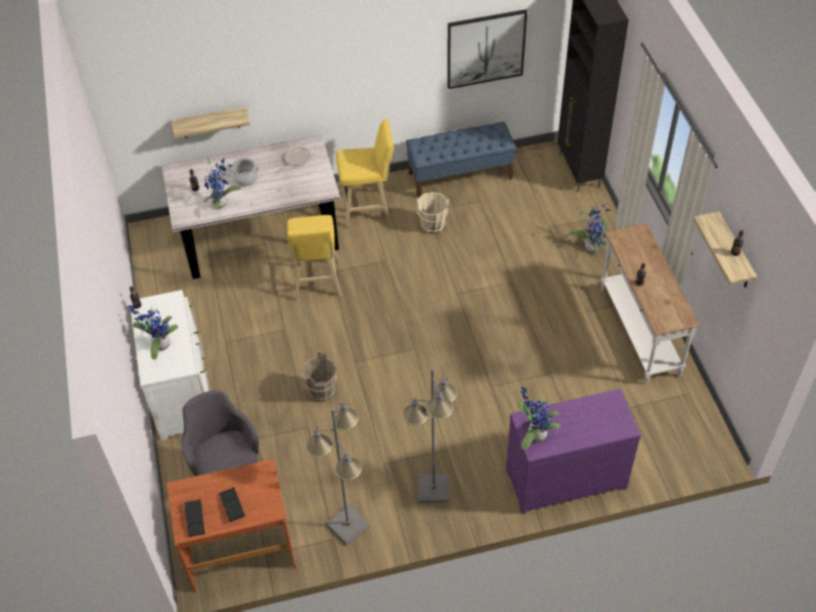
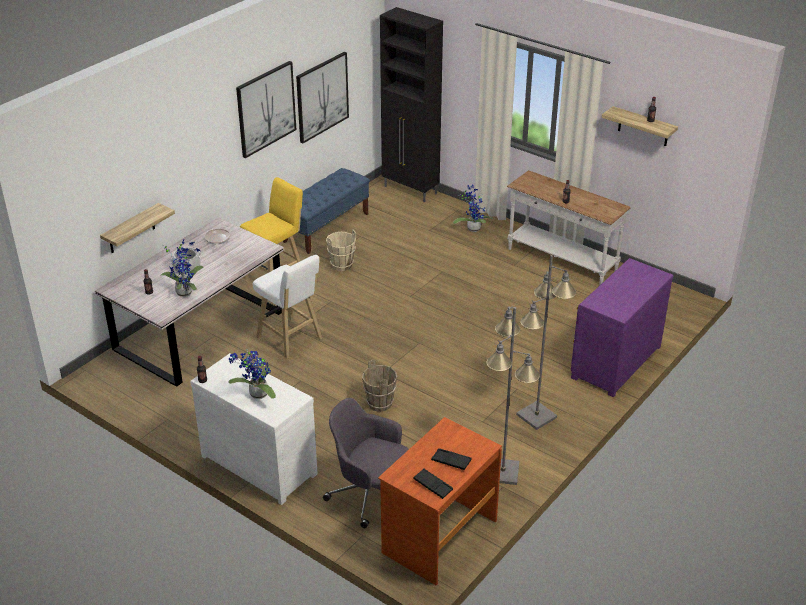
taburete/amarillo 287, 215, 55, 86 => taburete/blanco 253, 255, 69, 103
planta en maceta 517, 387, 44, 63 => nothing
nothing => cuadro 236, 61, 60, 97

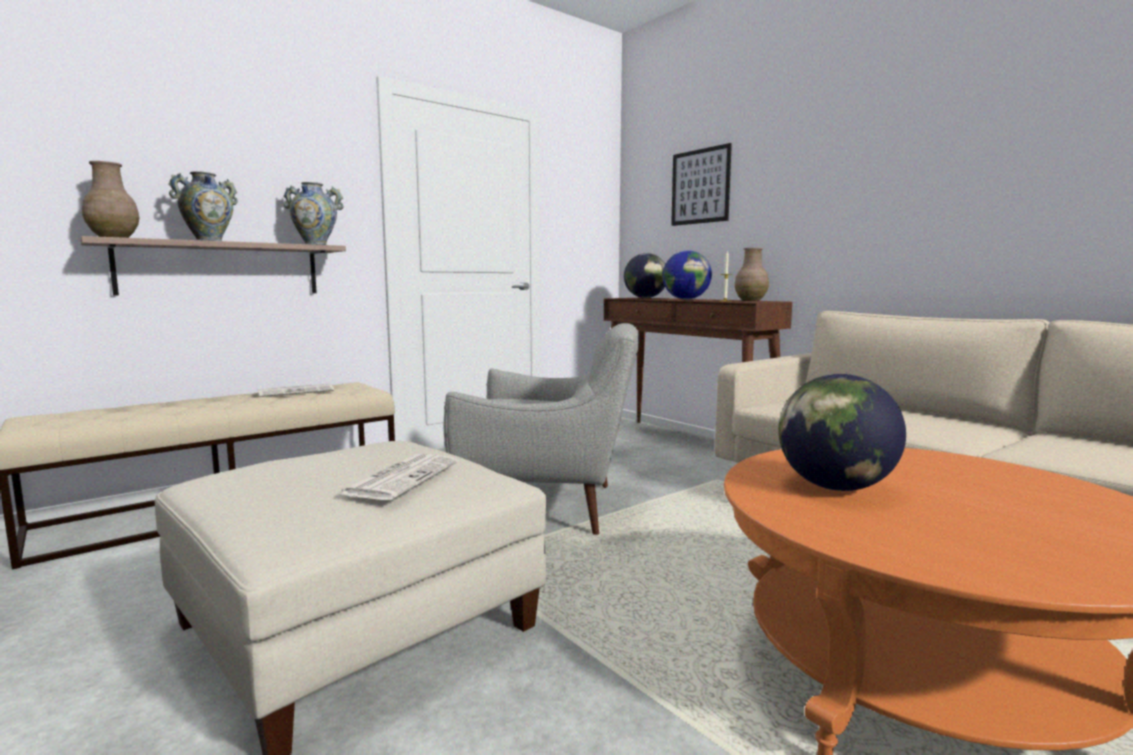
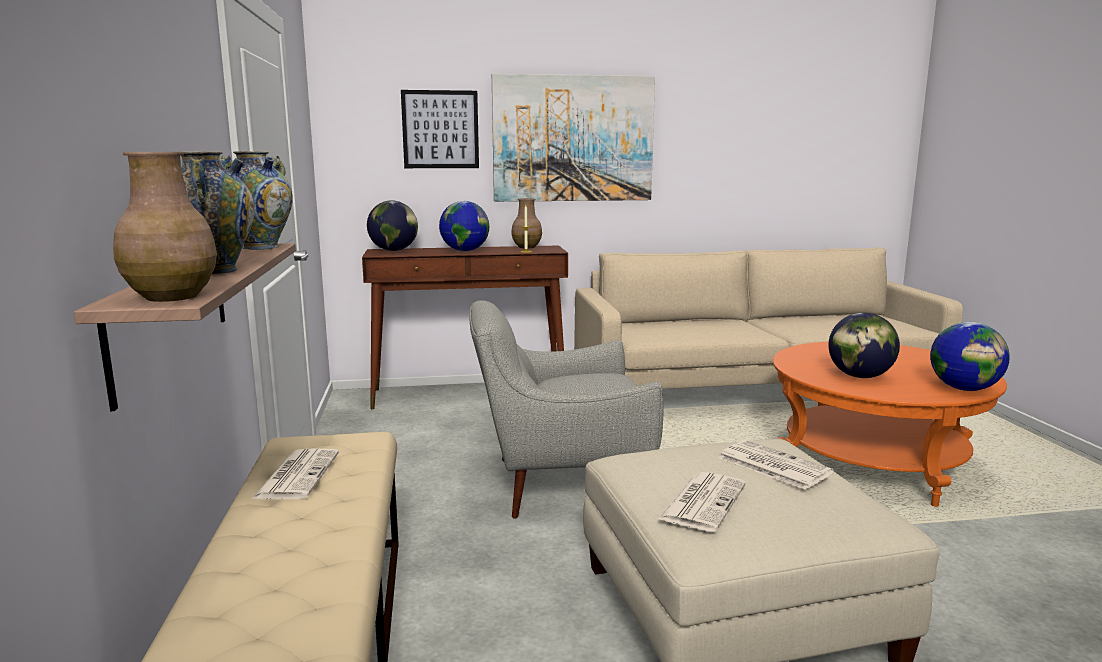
sillón/gris 444, 323, 196, 212 => sillón/gris 469, 300, 195, 219, 135 degrees counterclockwise
nothing => cuadro 492, 74, 163, 128
nothing => periódico 657, 472, 89, 60
nothing => globo terráqueo 930, 322, 80, 69

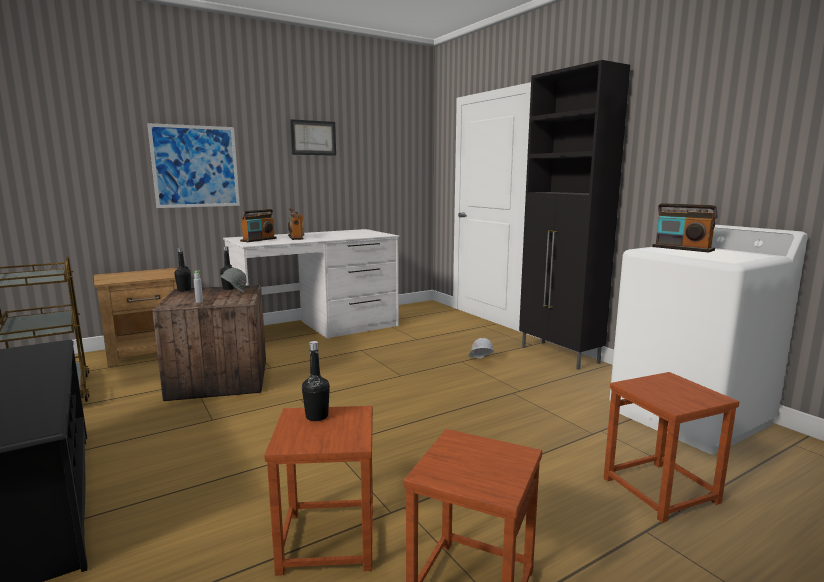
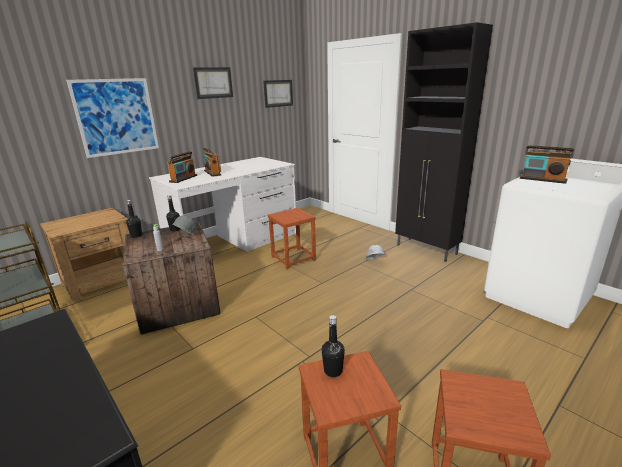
taburete/marrón 604, 372, 135, 151 => taburete/marrón 268, 208, 48, 61, move
nothing => cuadro 263, 80, 30, 28

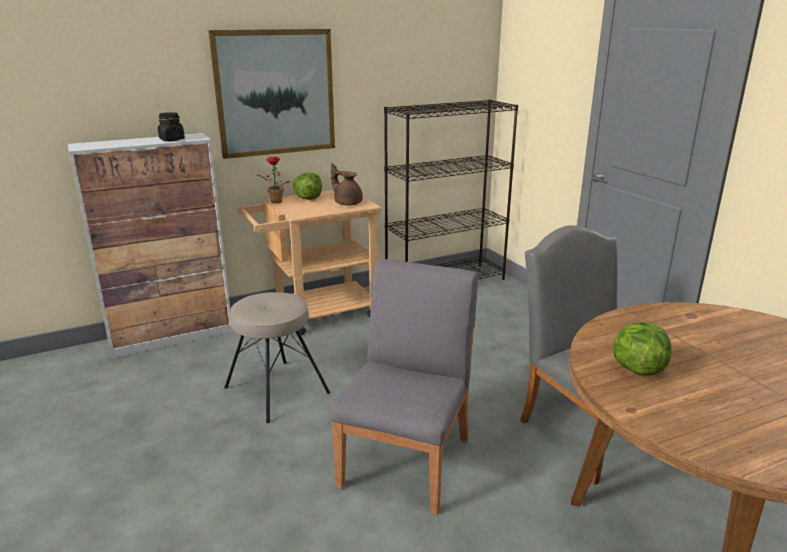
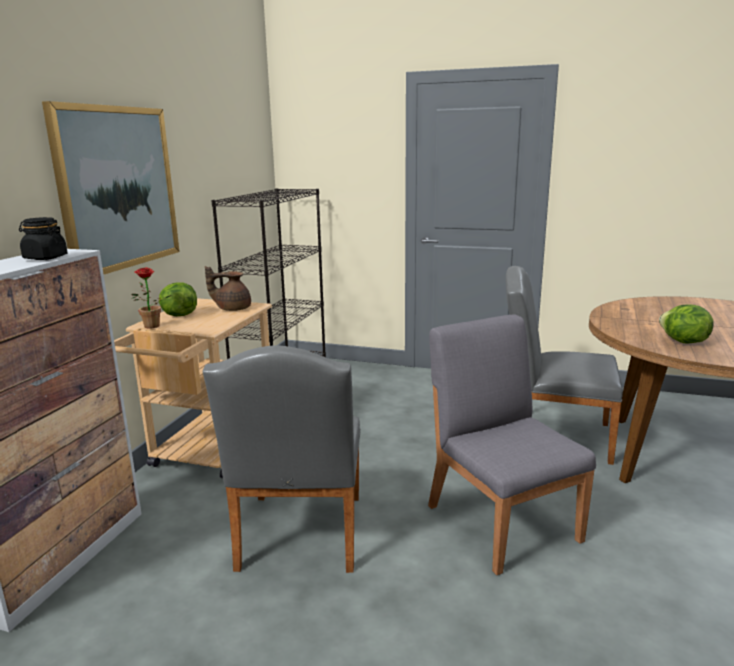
taburete/beis 224, 292, 106, 131 => silla/gris 203, 345, 158, 228

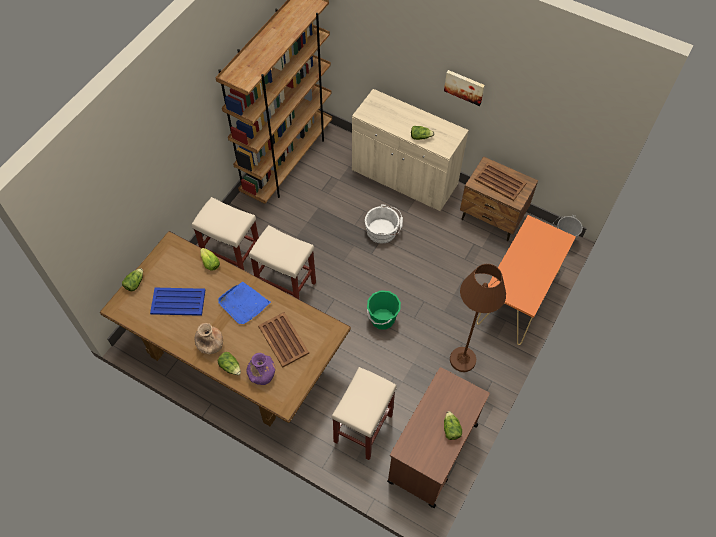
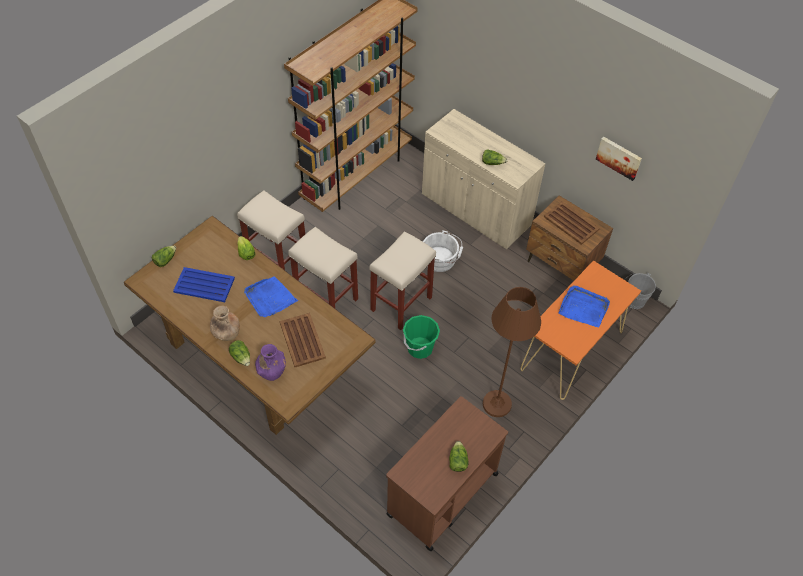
taburete/beis 332, 367, 65, 93 => taburete/beis 369, 231, 67, 99, move
cuadro 444, 70, 41, 36 => cuadro 596, 137, 46, 44, move
nothing => bandeja/azul 559, 285, 51, 42

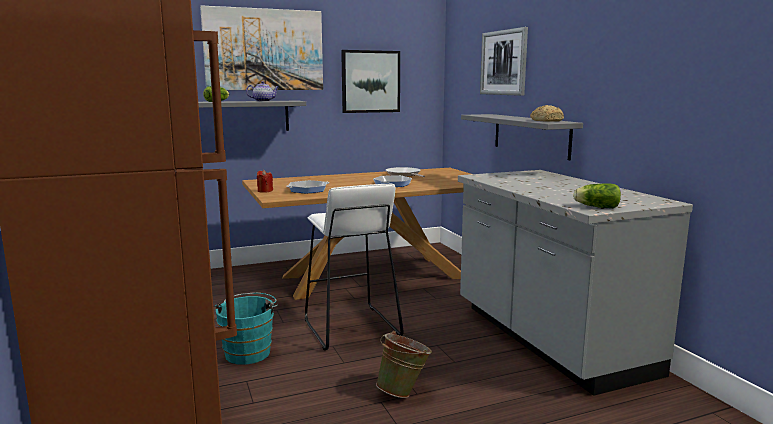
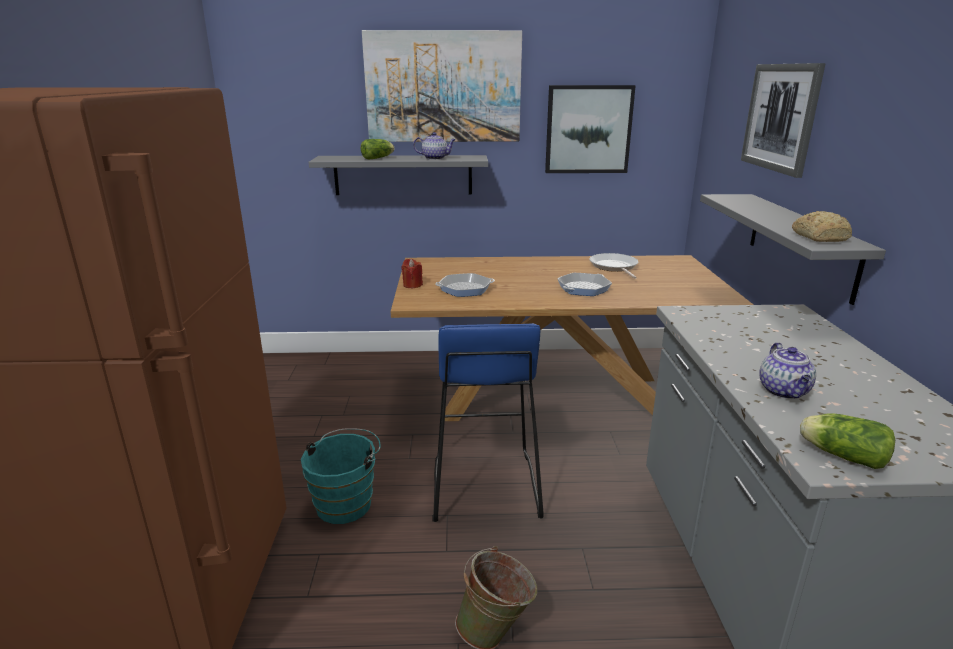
taburete/blanco 305, 183, 99, 167 => taburete/azul 432, 323, 112, 199
nothing => tetera 759, 342, 57, 57

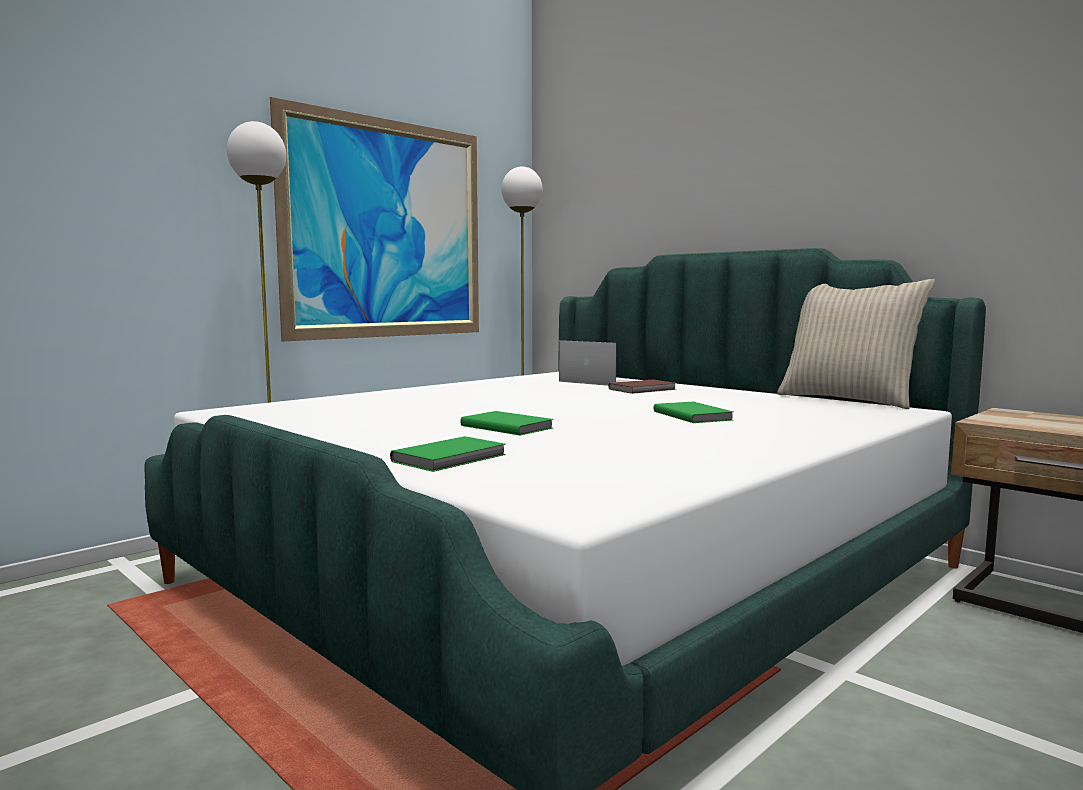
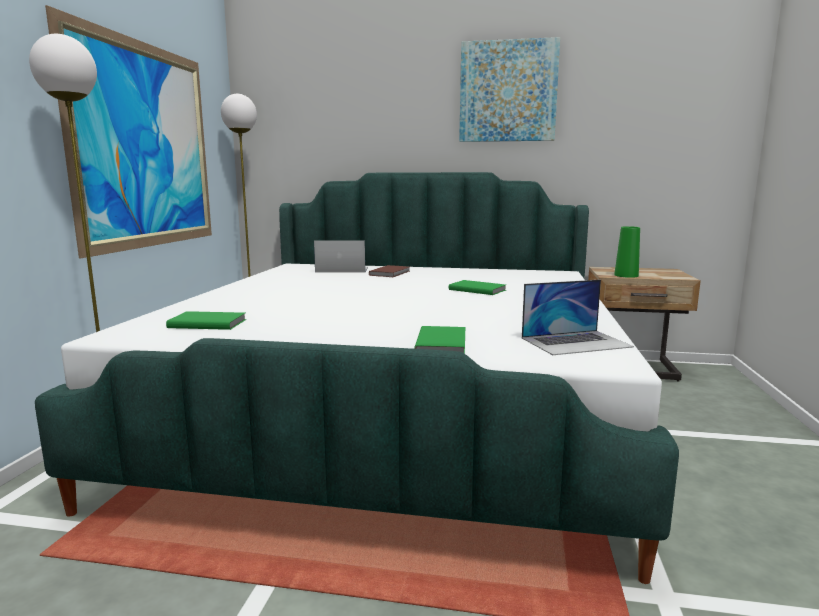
libro/verde 460, 411, 93, 25 => libro/verde 166, 311, 80, 19, move
cojín/beis 777, 279, 158, 130 => nothing
nothing => cuadro 459, 37, 101, 105
nothing => portátil 522, 279, 112, 76
nothing => florero/verde 614, 226, 26, 52

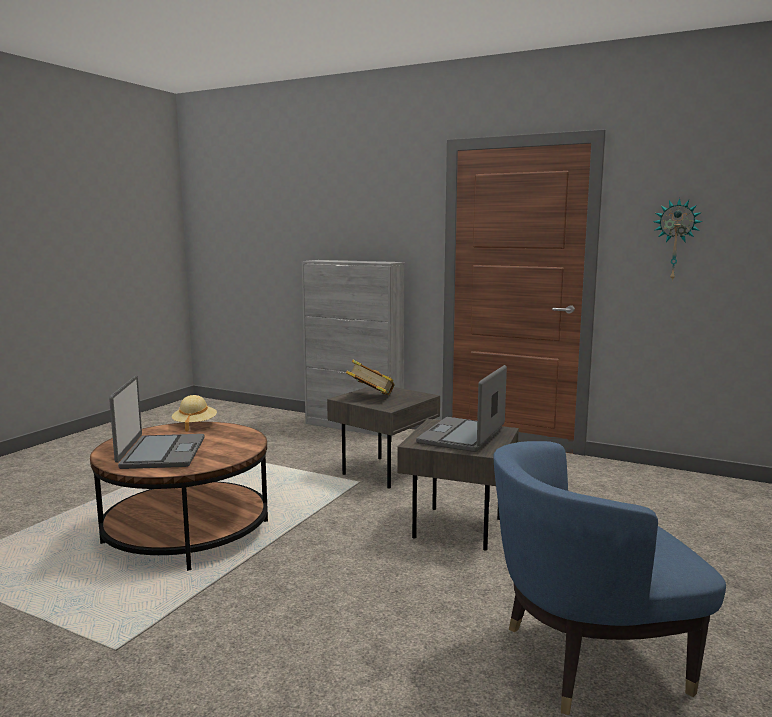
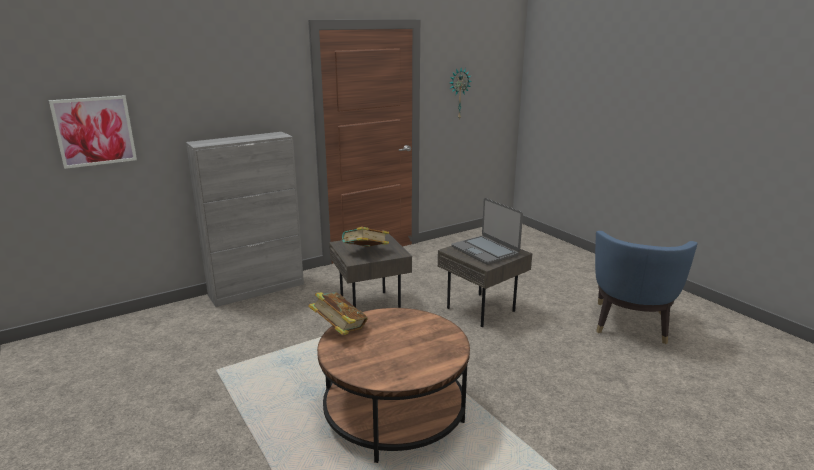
portátil 109, 375, 95, 94 => nothing
sombrero/beis 172, 395, 45, 37 => libro 308, 292, 60, 43
nothing => cuadro 49, 95, 88, 74

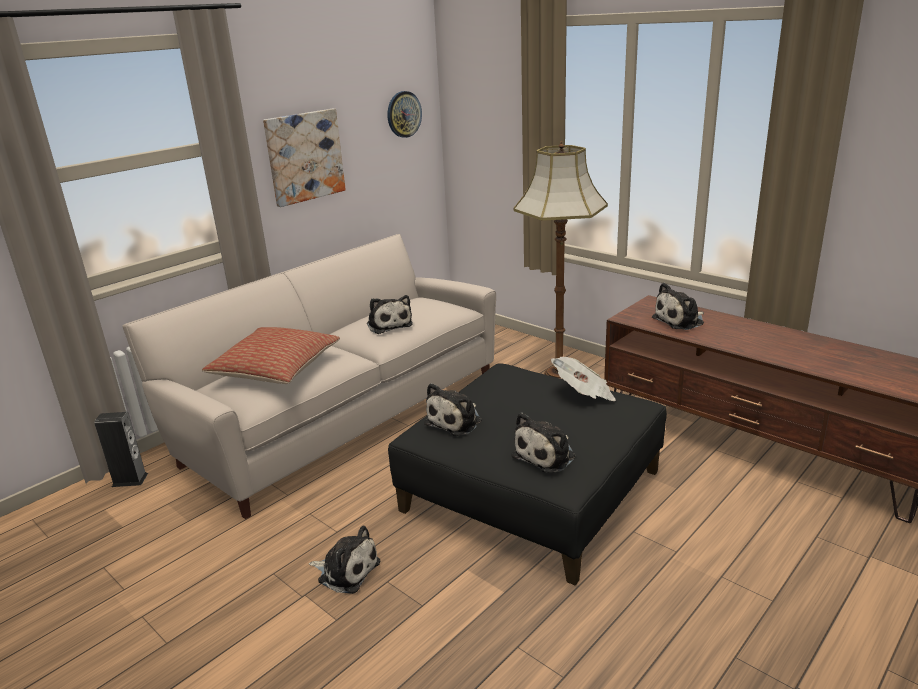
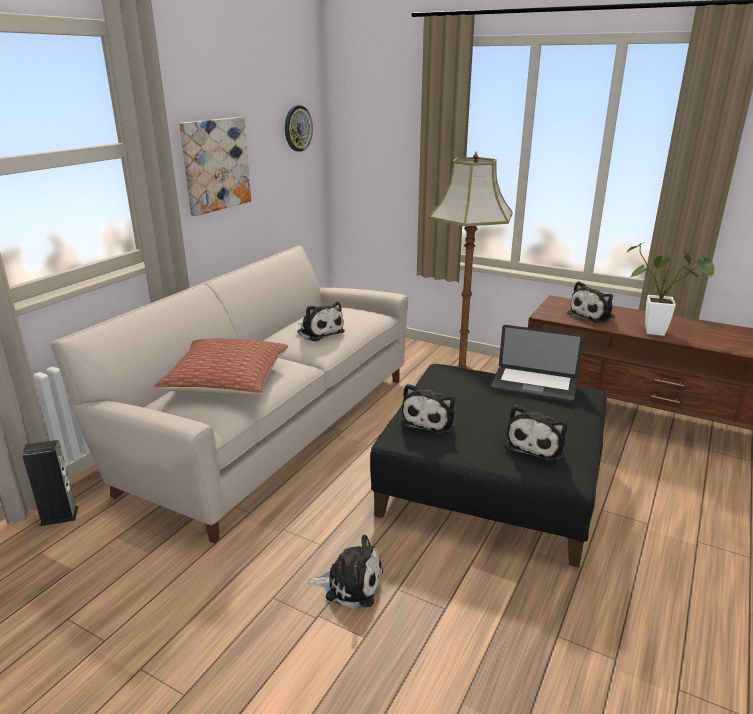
periódico 551, 357, 65, 44 => portátil 491, 325, 93, 78
nothing => planta en maceta 627, 243, 88, 93

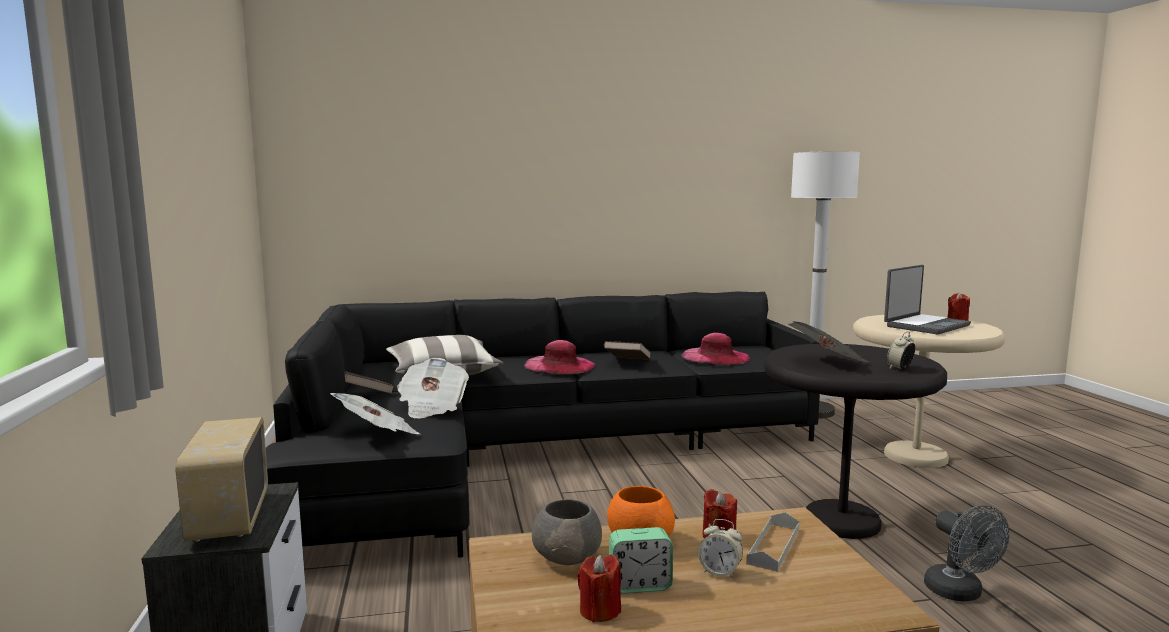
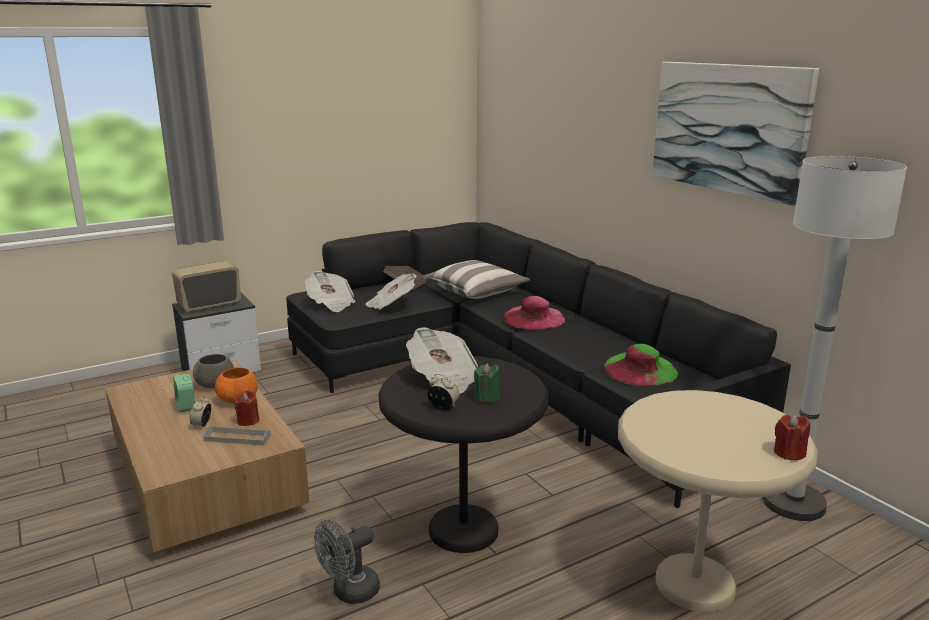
vela/rojo 577, 555, 44, 67 => nothing
libro/marrón 604, 341, 47, 19 => nothing
sombrero/rosa 681, 333, 69, 32 => sombrero/verde 603, 344, 75, 42
portátil 884, 265, 87, 69 => nothing
nothing => vela/verde 474, 363, 25, 40
nothing => cuadro 652, 62, 167, 144

